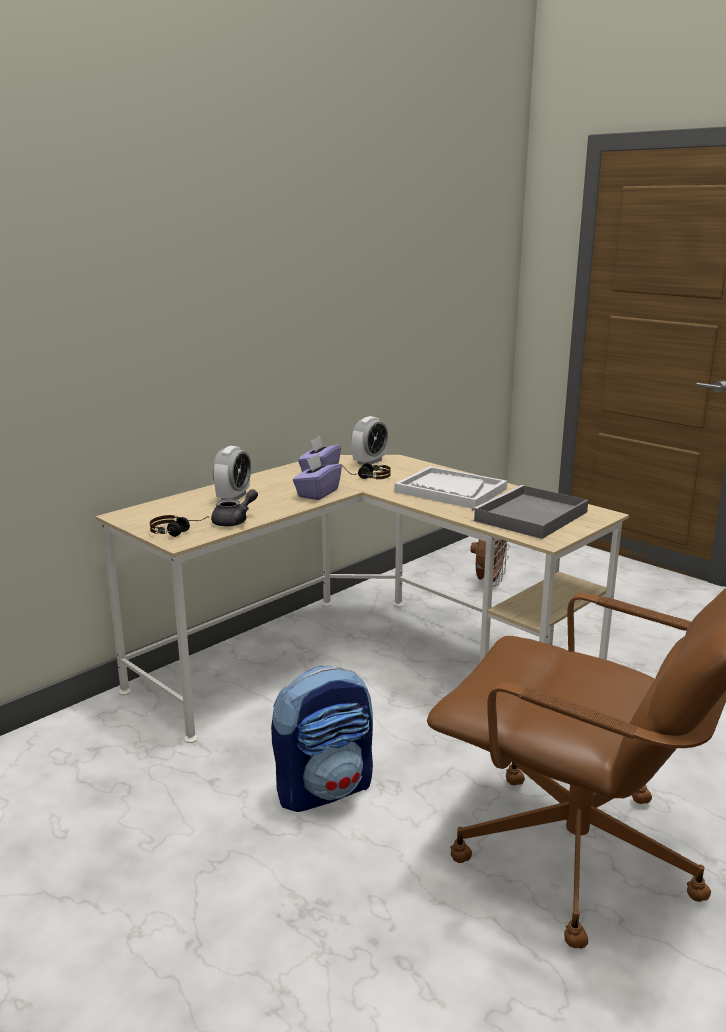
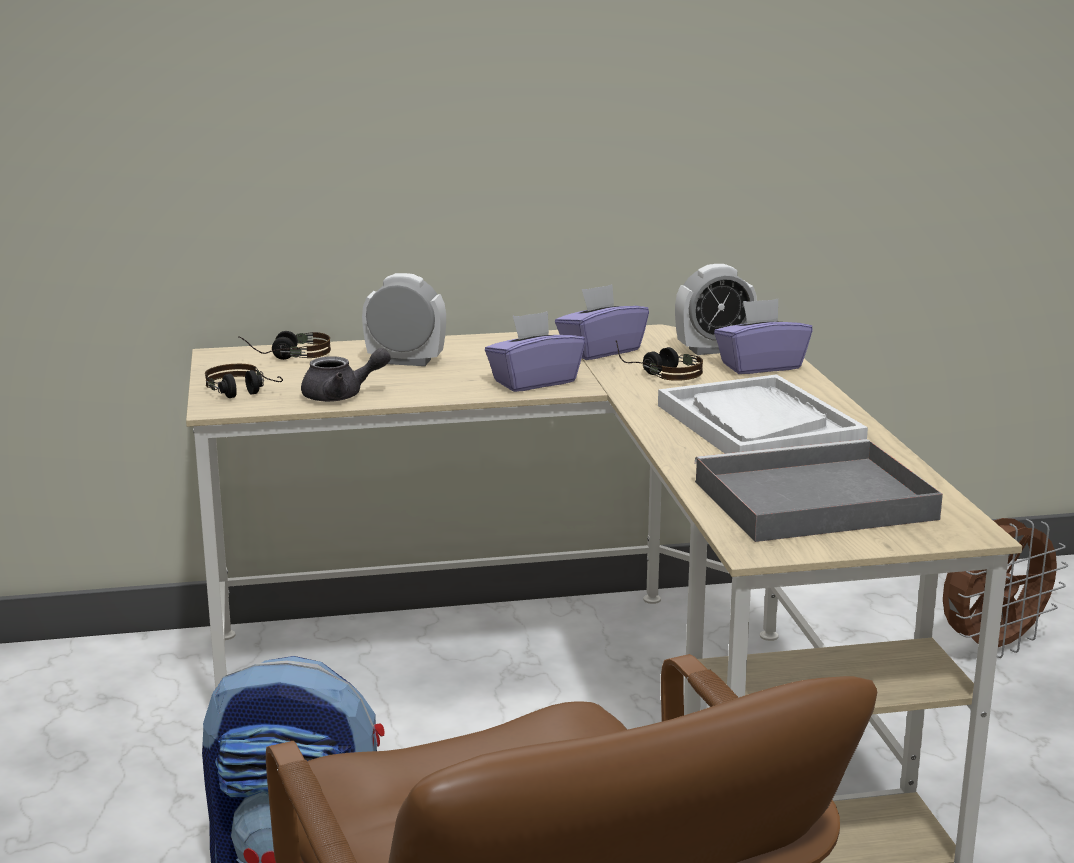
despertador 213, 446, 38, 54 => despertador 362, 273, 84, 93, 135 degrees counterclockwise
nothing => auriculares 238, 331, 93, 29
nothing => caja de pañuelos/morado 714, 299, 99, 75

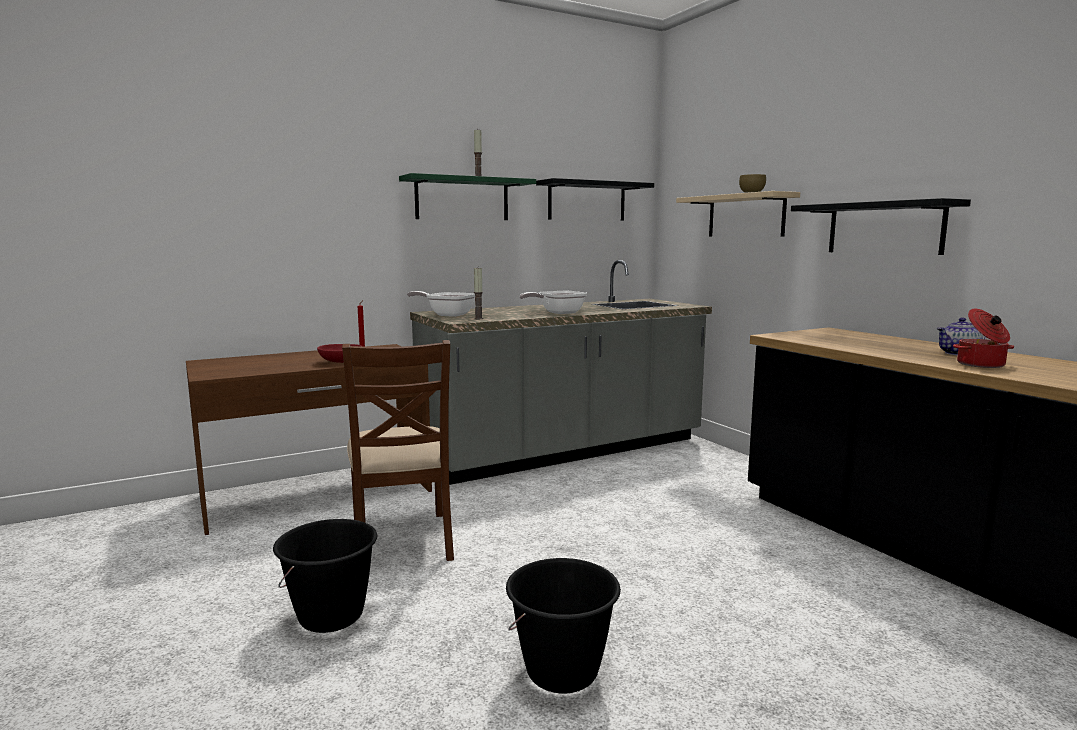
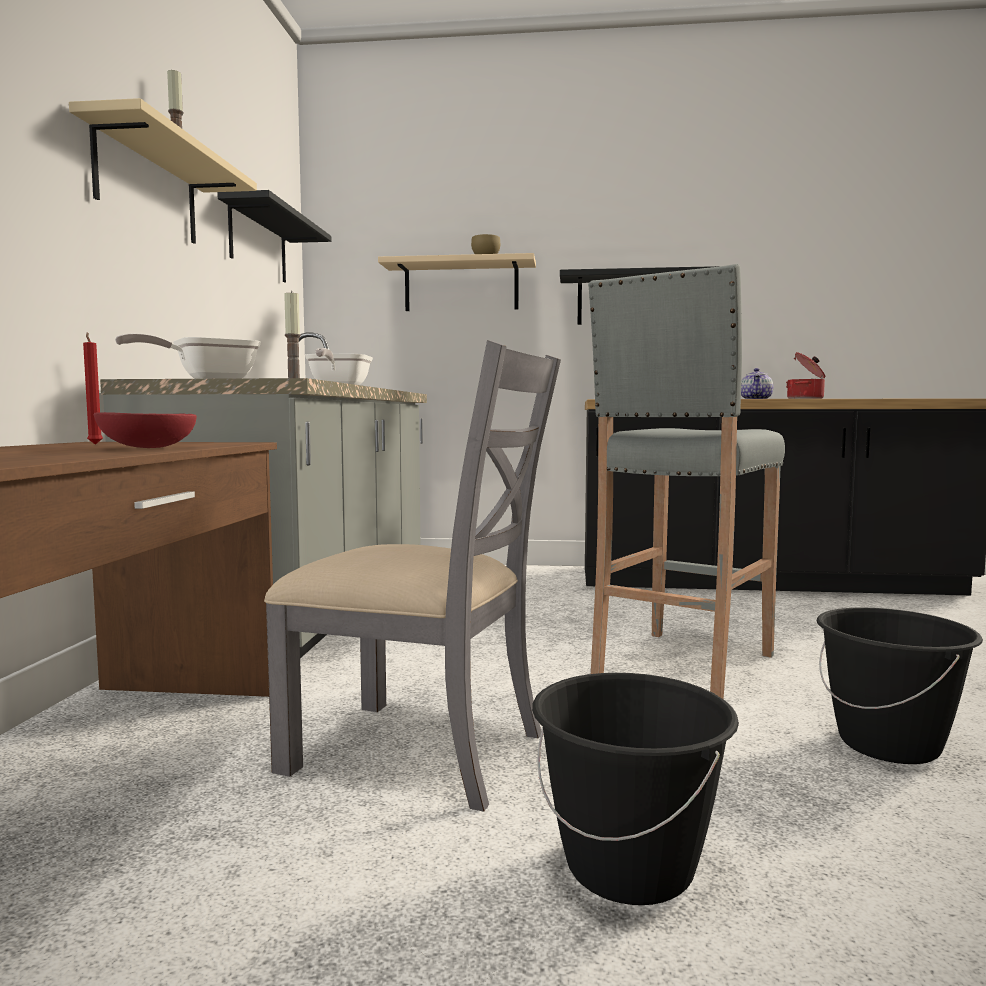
silla/marrón 342, 340, 112, 221 => silla/gris 264, 340, 297, 471
estante/verde 399, 173, 137, 47 => estante/beis 69, 98, 188, 146
nothing => taburete/gris 588, 264, 197, 435

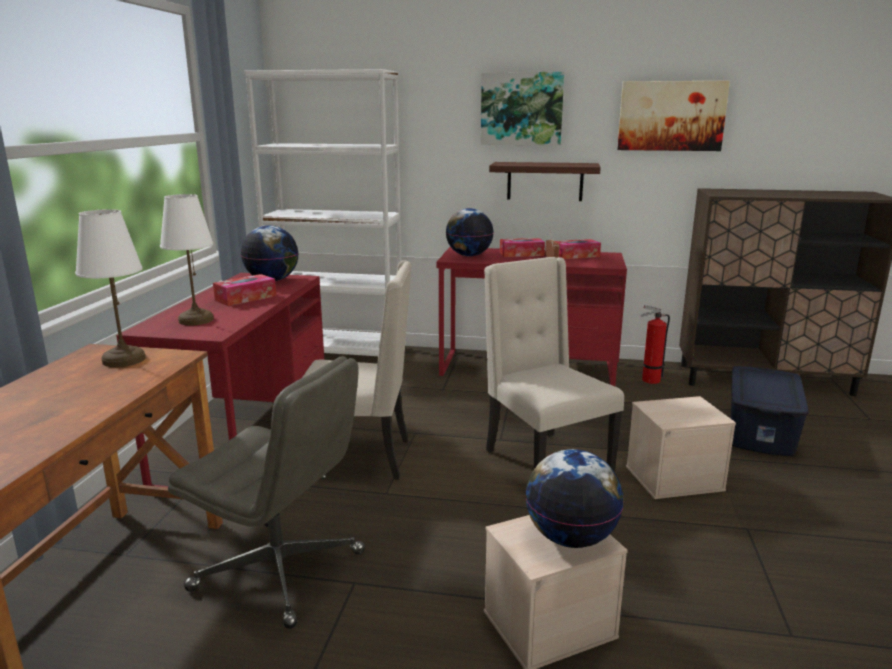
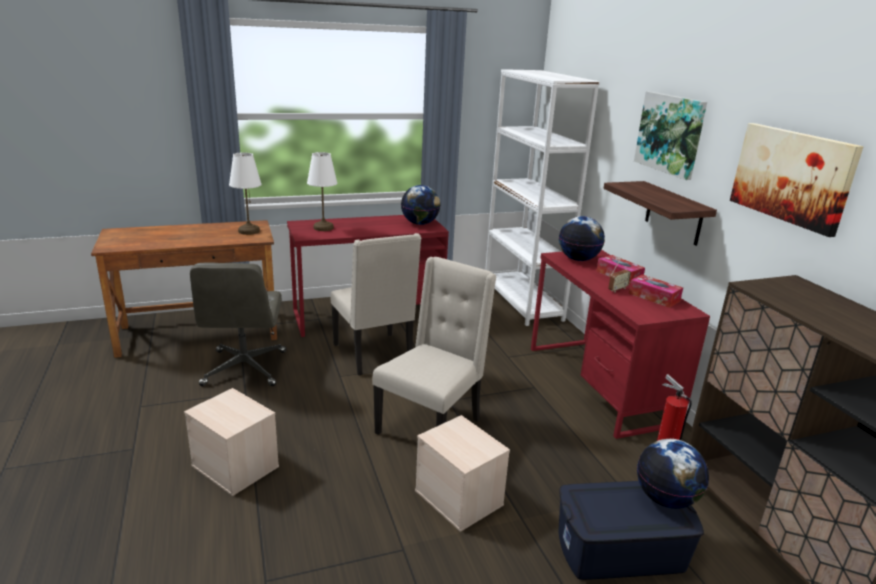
caja de pañuelos 213, 274, 63, 32 => nothing
globo terráqueo 526, 449, 98, 99 => globo terráqueo 637, 439, 72, 70, move

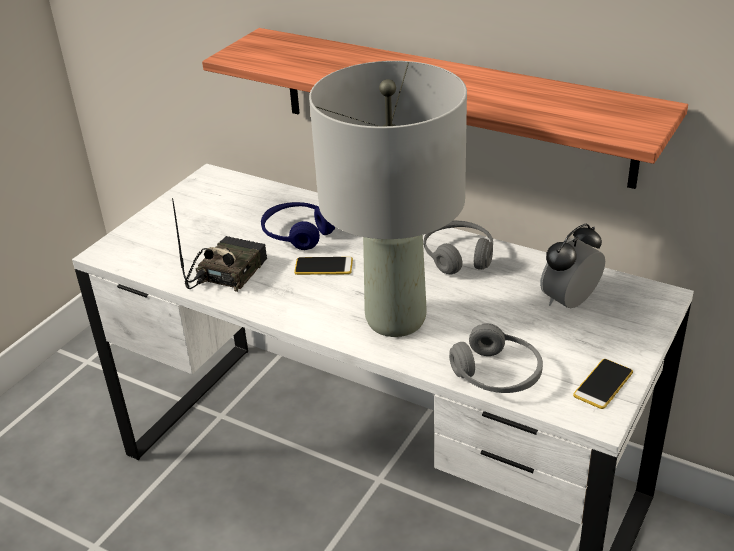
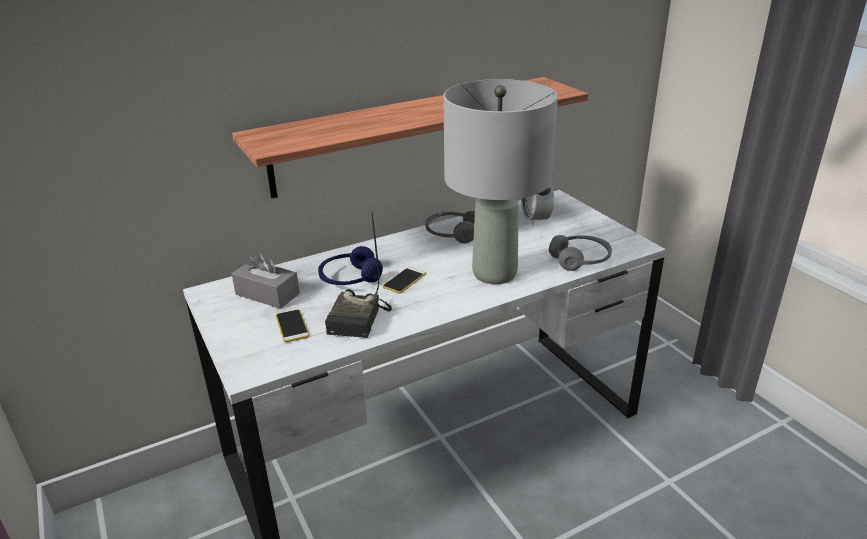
radio 172, 198, 95, 94 => radio 325, 214, 67, 124, 135 degrees counterclockwise
móvil 573, 359, 60, 50 => móvil 276, 310, 33, 32, move
nothing => caja de pañuelos/gris 232, 252, 68, 57

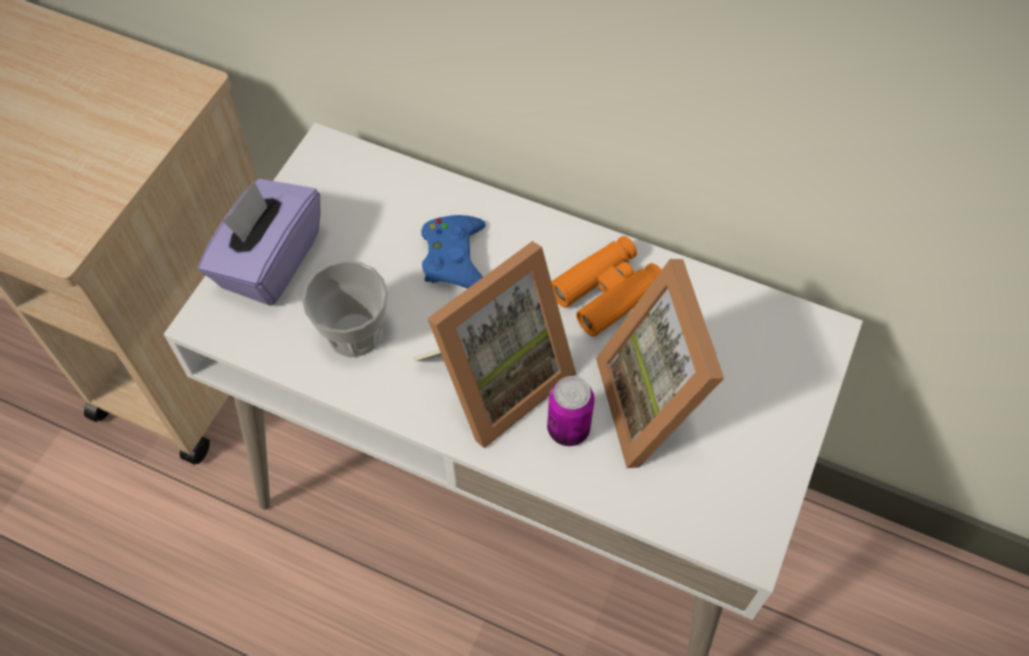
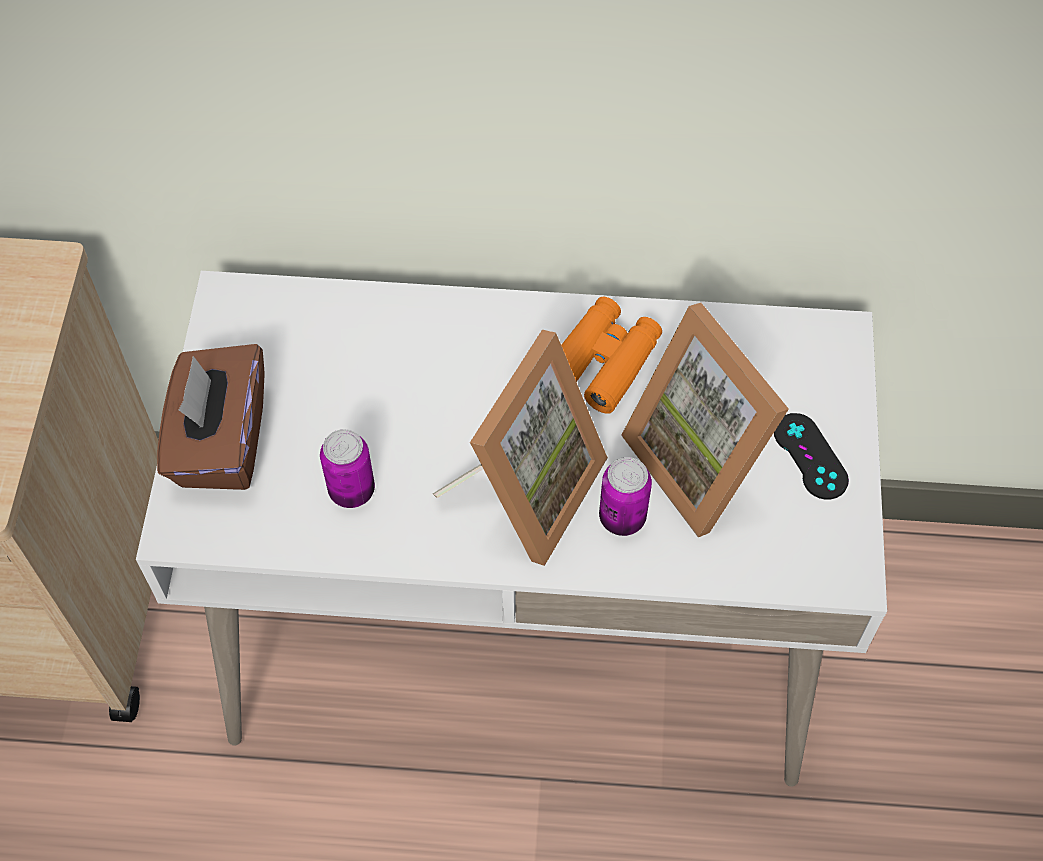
caja de pañuelos/morado 198, 179, 122, 127 => caja de pañuelos/marrón 157, 344, 108, 146
taza 302, 261, 86, 96 => lata 320, 429, 55, 79
mando de consola/azul 421, 215, 65, 74 => nothing
nothing => mando de consola/negro 774, 413, 75, 87

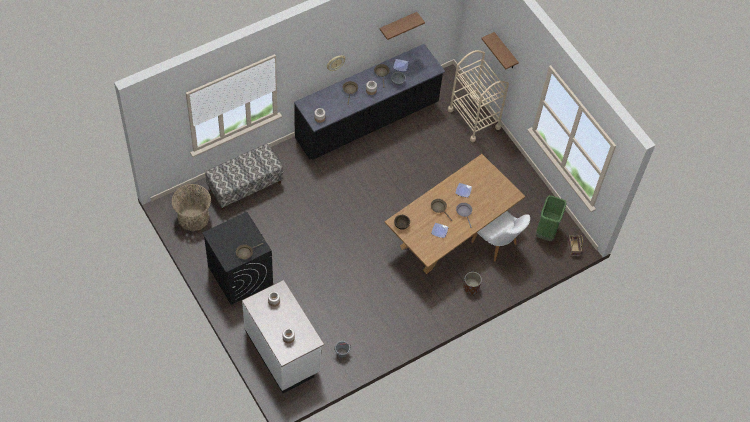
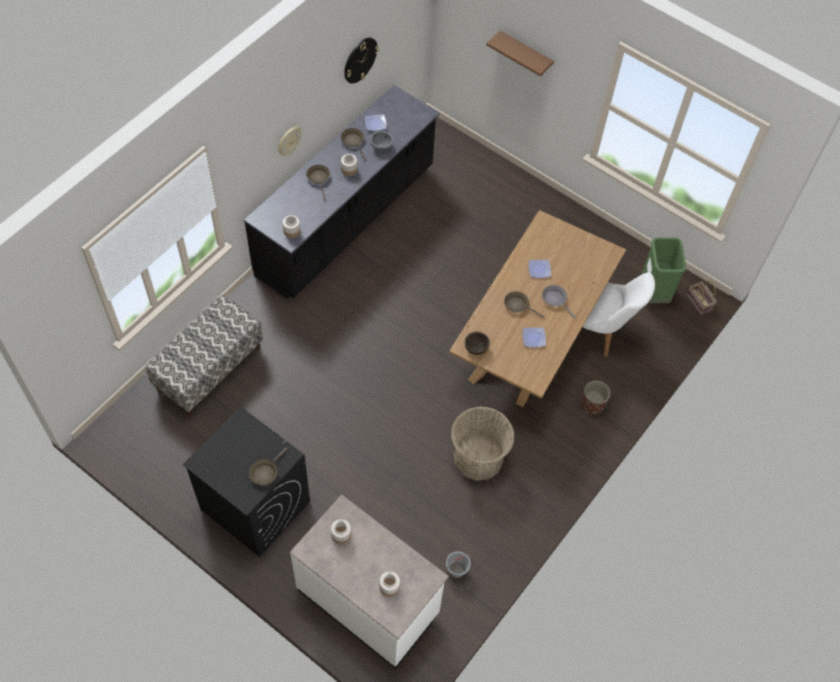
cesta 172, 184, 39, 47 => cesta 451, 407, 63, 74, move
estante/marrón 380, 12, 45, 28 => reloj de pared 344, 37, 35, 47
carrito/beis 448, 50, 61, 92 => nothing

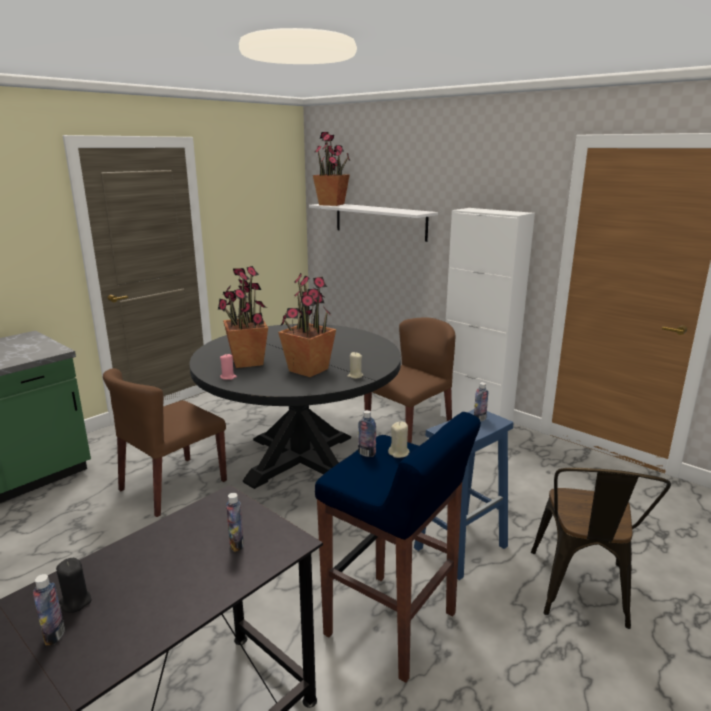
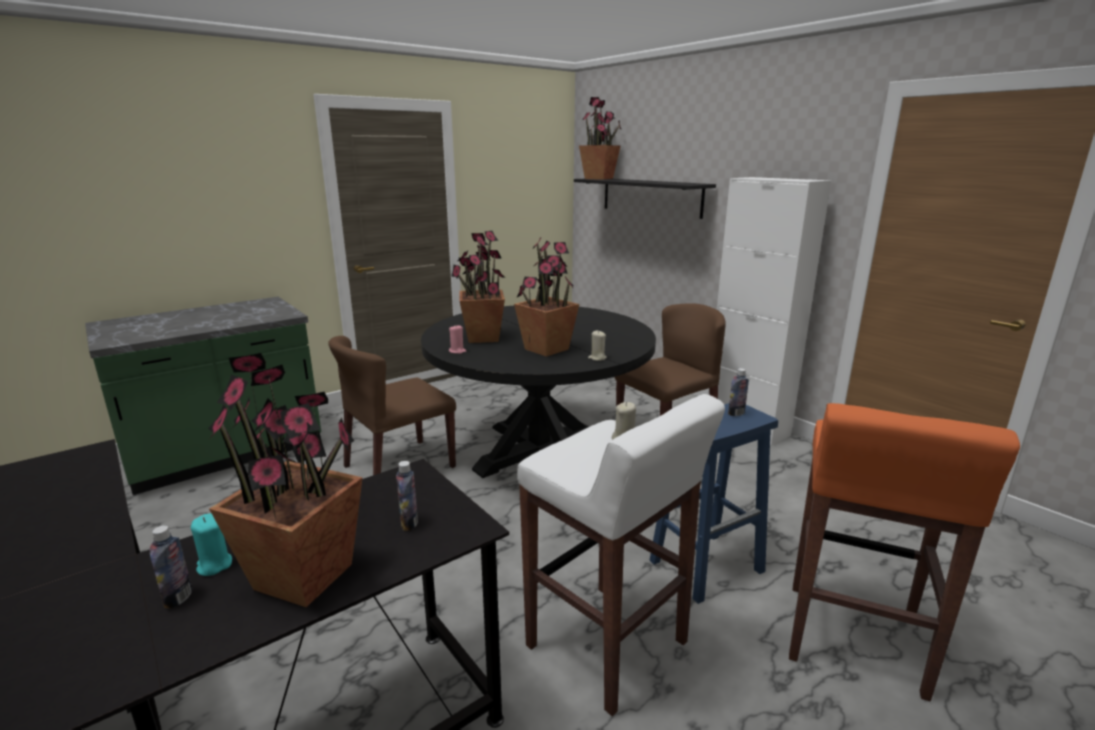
vela/negro 56, 558, 35, 55 => vela/turquesa 191, 513, 41, 63
estante/blanco 309, 204, 129, 38 => estante/negro 574, 179, 142, 40
taburete/azul 315, 412, 166, 271 => taburete/blanco 517, 394, 208, 322
botella 358, 410, 18, 47 => nothing
silla/marrón 531, 468, 140, 161 => taburete/naranja 789, 403, 231, 298
nothing => planta en maceta 208, 353, 155, 254

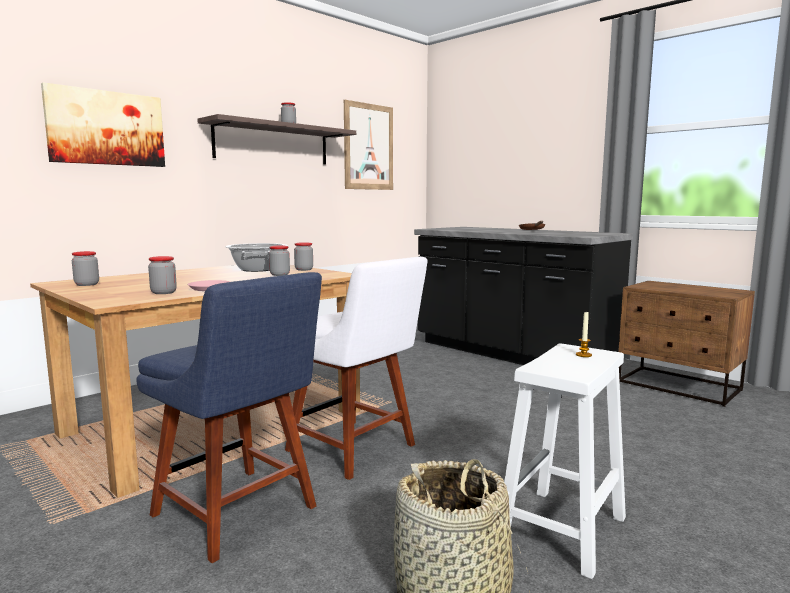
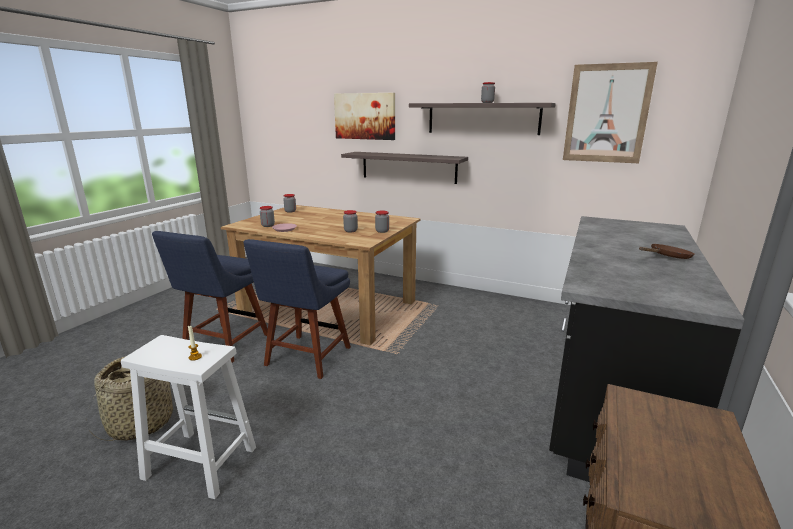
olla 225, 243, 63, 29 => nothing
silla/blanco 285, 257, 142, 223 => silla/azul 244, 239, 107, 140
nothing => estante 341, 152, 127, 32

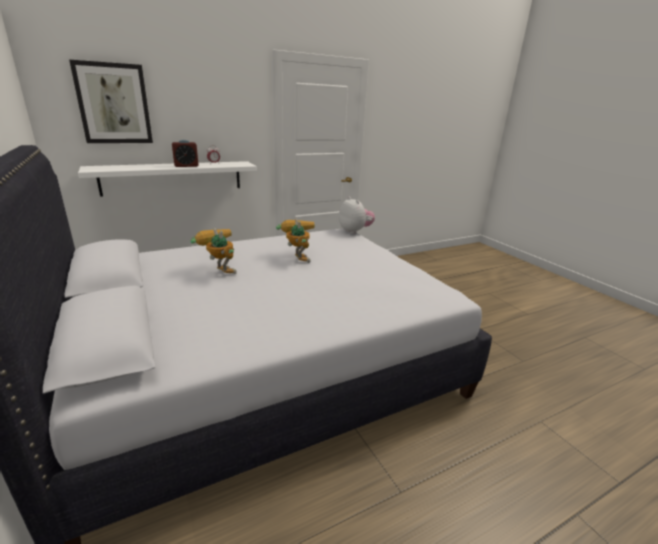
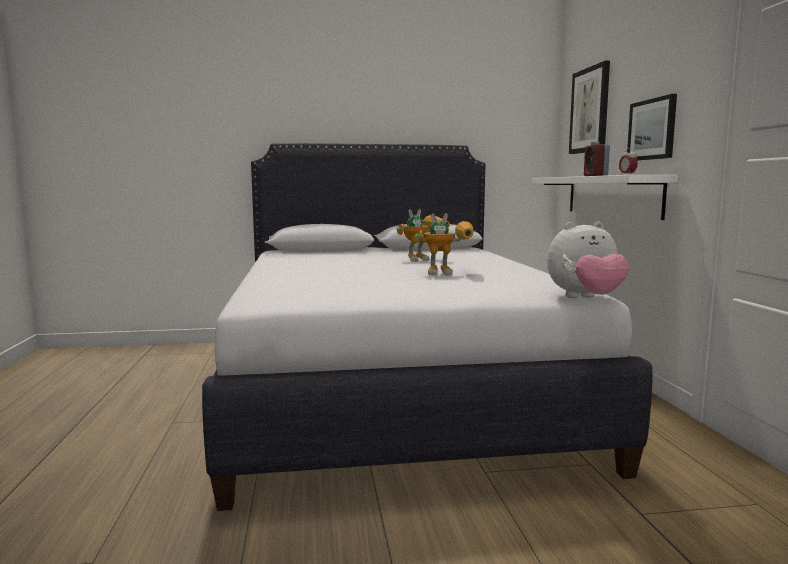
nothing => cuadro 627, 94, 50, 66

